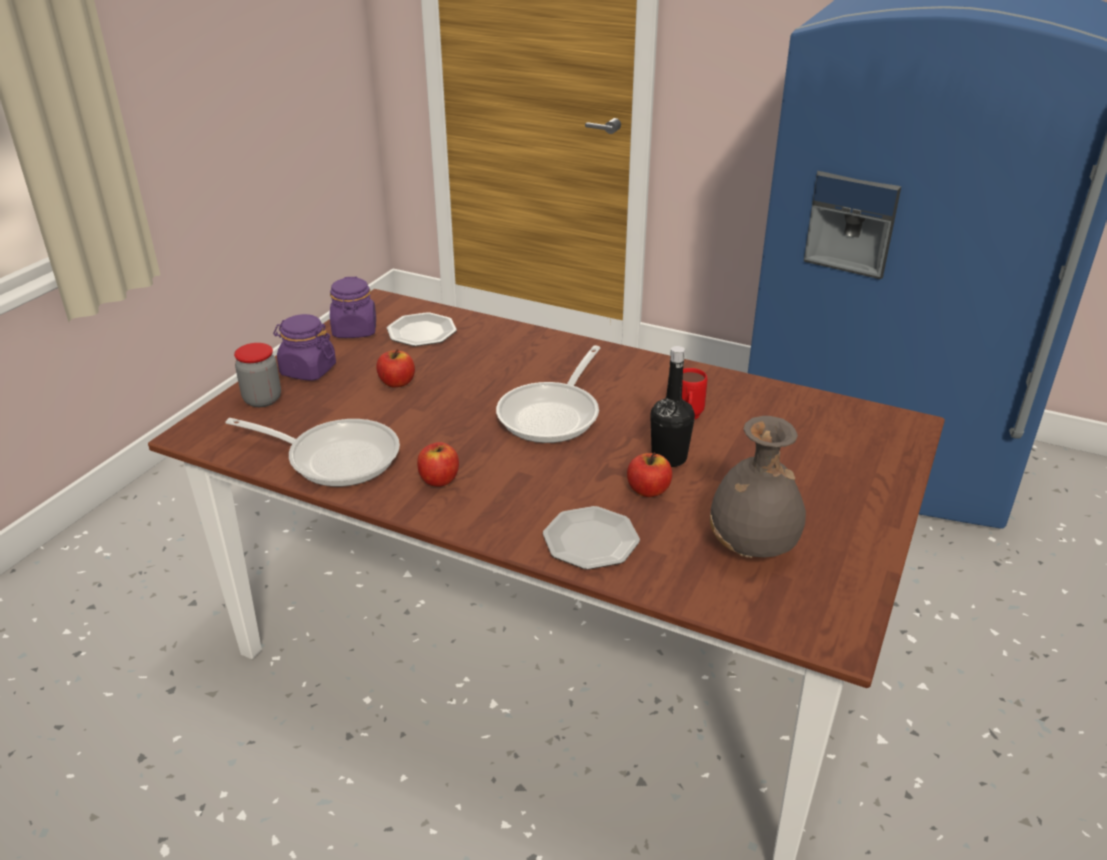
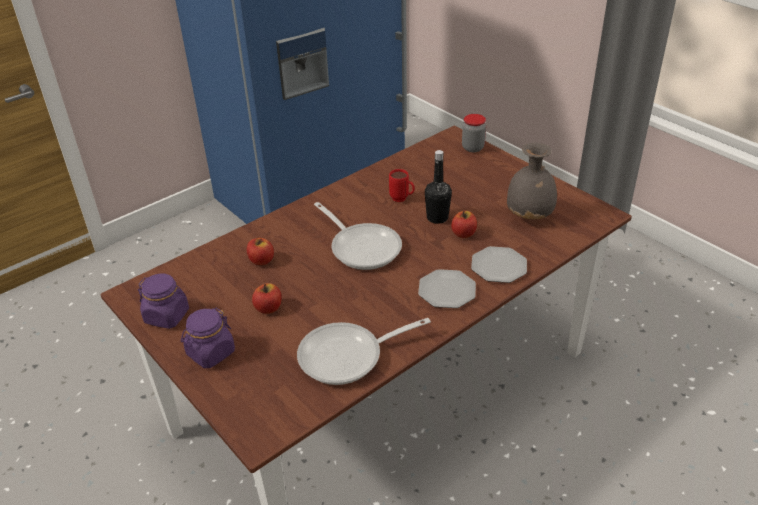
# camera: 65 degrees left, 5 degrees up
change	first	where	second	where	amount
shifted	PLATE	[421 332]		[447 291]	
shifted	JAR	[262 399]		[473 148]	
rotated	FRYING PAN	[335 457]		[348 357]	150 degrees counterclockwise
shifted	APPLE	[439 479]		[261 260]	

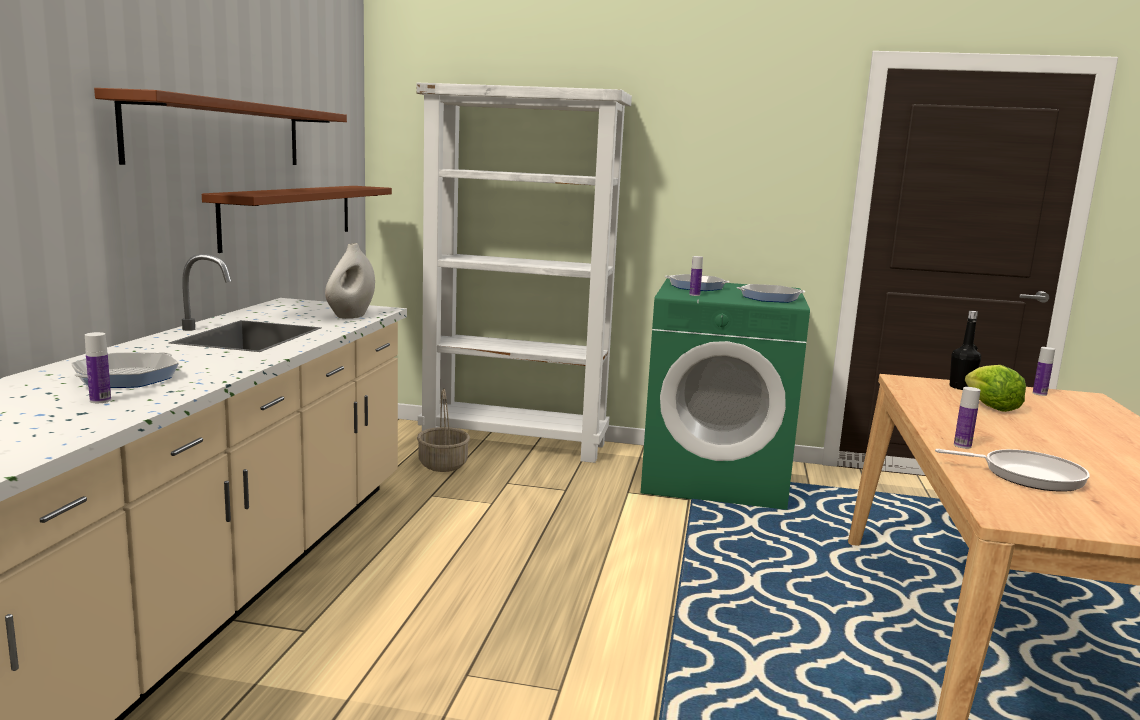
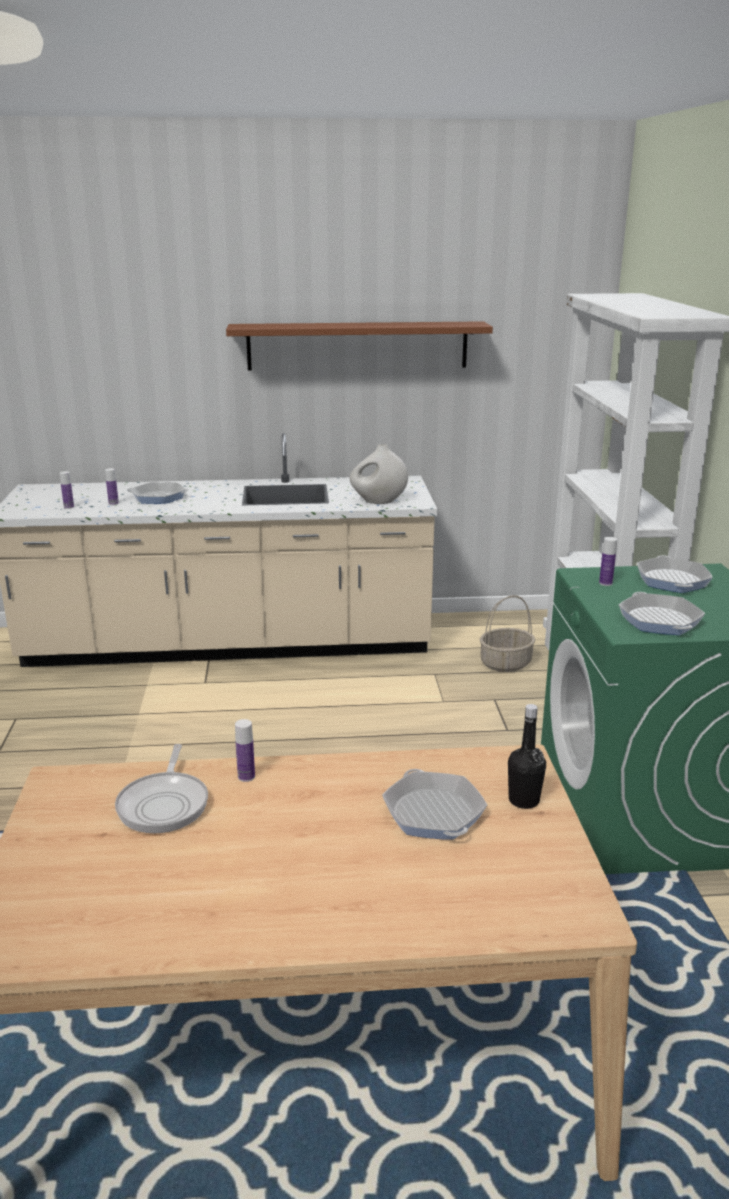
# camera: 75 degrees right, 10 degrees up
change	first	where	second	where	amount
gone	BROWNISH SHELF	[290 214]			
shifted	DRINK BOTTLE	[1039 394]		[69 507]	
swapped	LETTUCE HEAD	[990 406]	FRYING PAN	[433 813]	

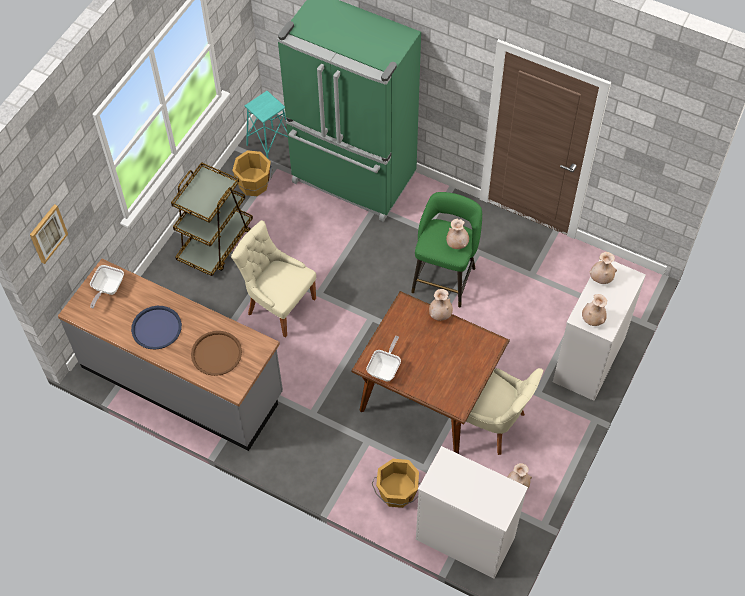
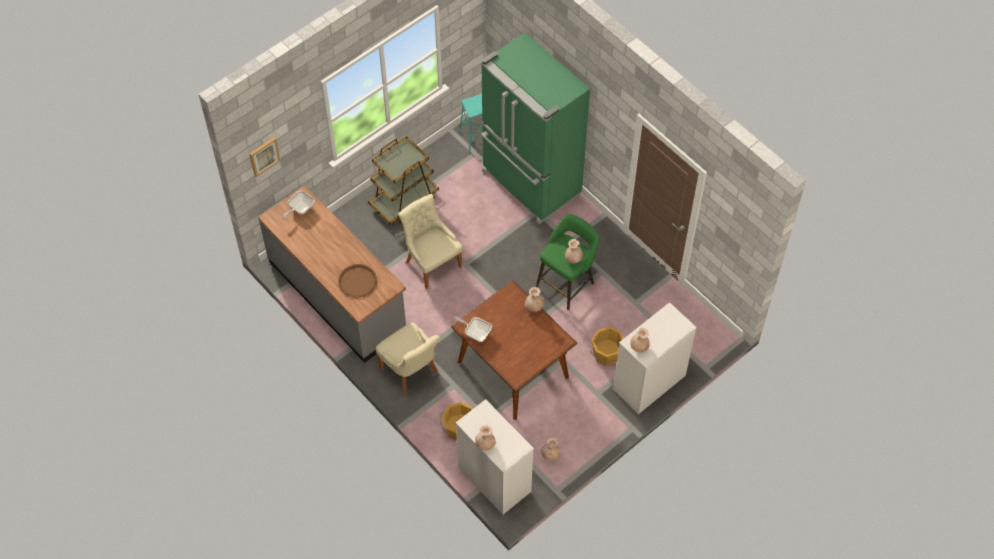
# camera: 20 degrees right, 0 degrees up
change	first	where	second	where	amount
shifted	ORANGE-COLOURED PAIL	[254 185]		[606 355]	
shifted	SAND-COLOURED FLOWER VASE	[601 278]		[485 444]	
gone	BLUISH SERVING TRAY	[156 328]			
rotated	FRYING PAN	[385 368]		[476 333]	105 degrees counterclockwise
shifted	SAND-COLOURED CHAIR	[492 424]		[410 371]	

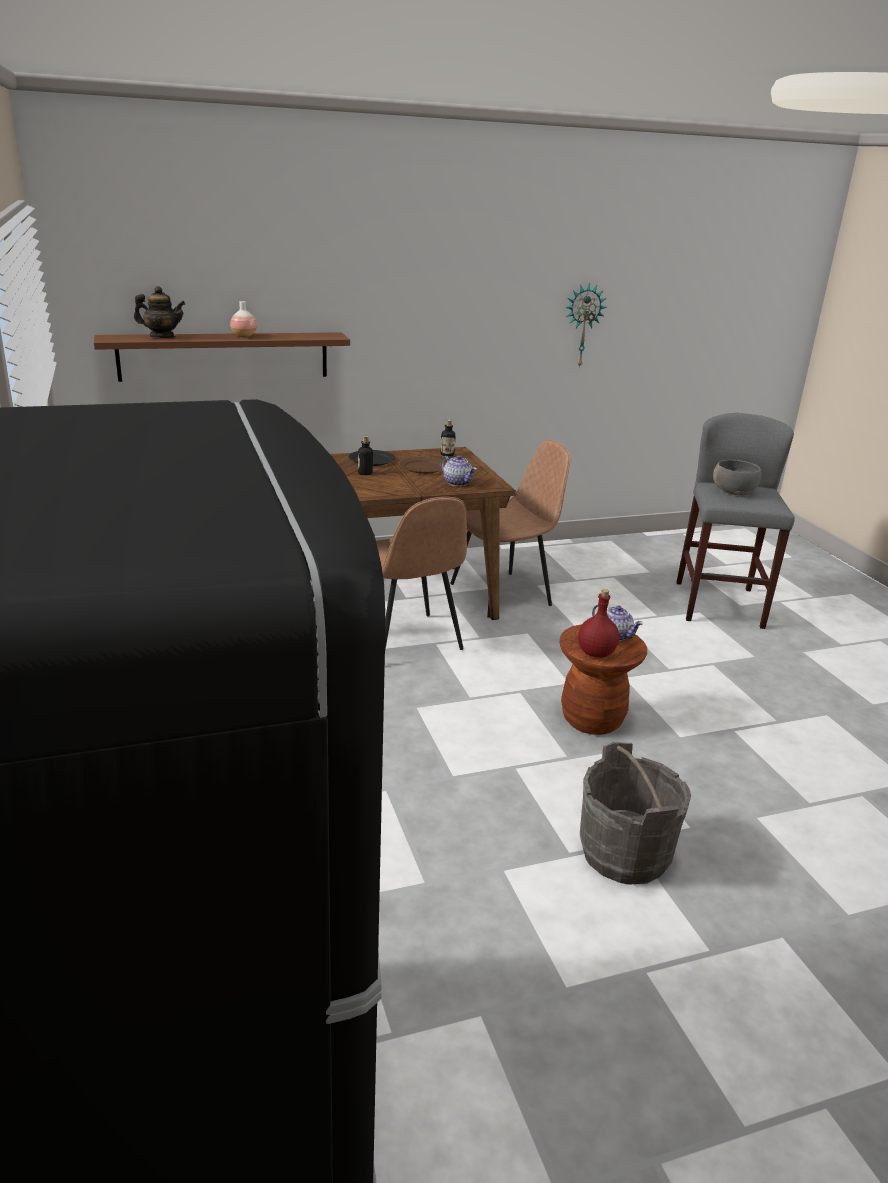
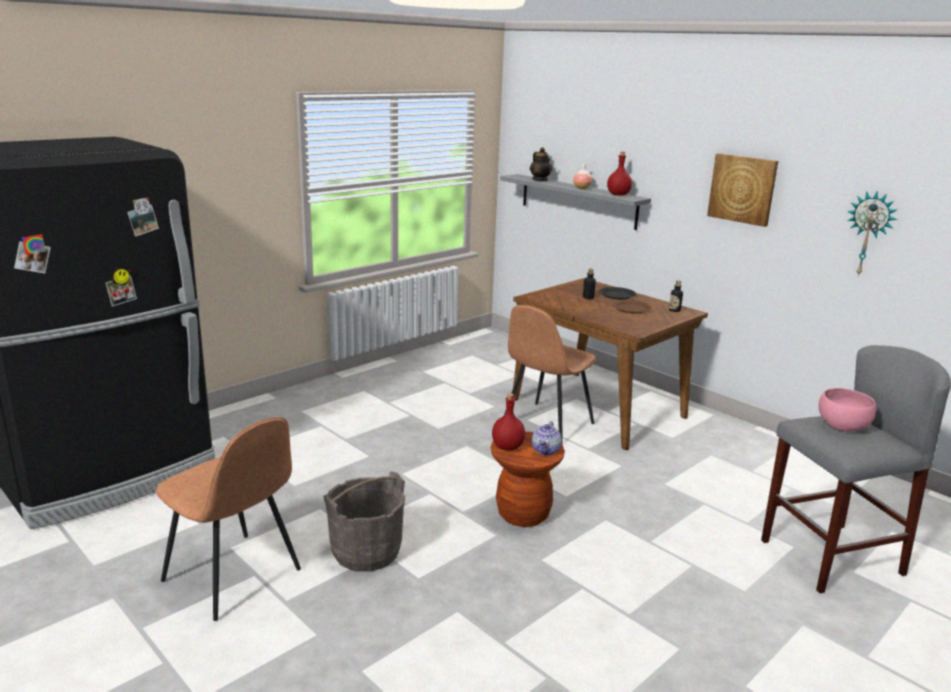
# camera: 65 degrees right, 5 degrees down
change	first	where	second	where	amount
repainted	BROWNISH SHELF	[224 356]	GREYISH SHELF	[578 201]	
shifted	BROWNISH CHAIR	[503 594]		[234 577]	
gone	TEAPOT	[458 483]			
repainted	GREYISH SERVING BOWL	[733 492]	PINK SERVING BOWL	[842 426]	
new			RED DRINK BOTTLE	[618 195]	
new			WALL ART	[742 189]	

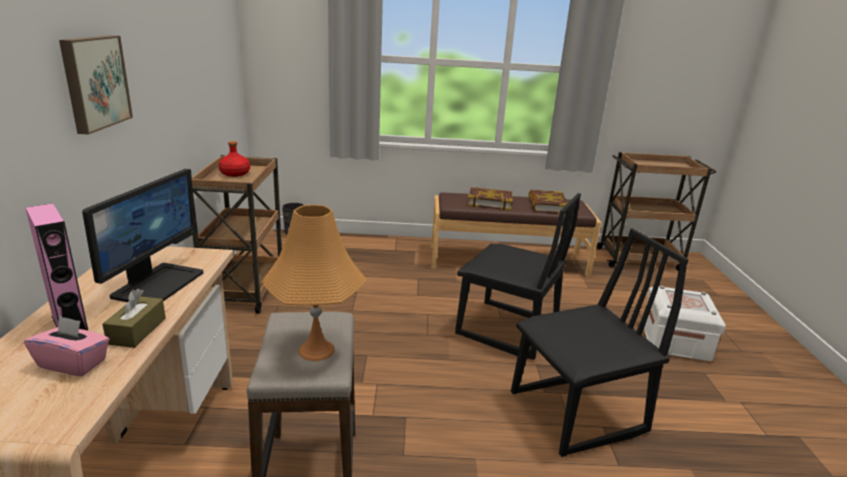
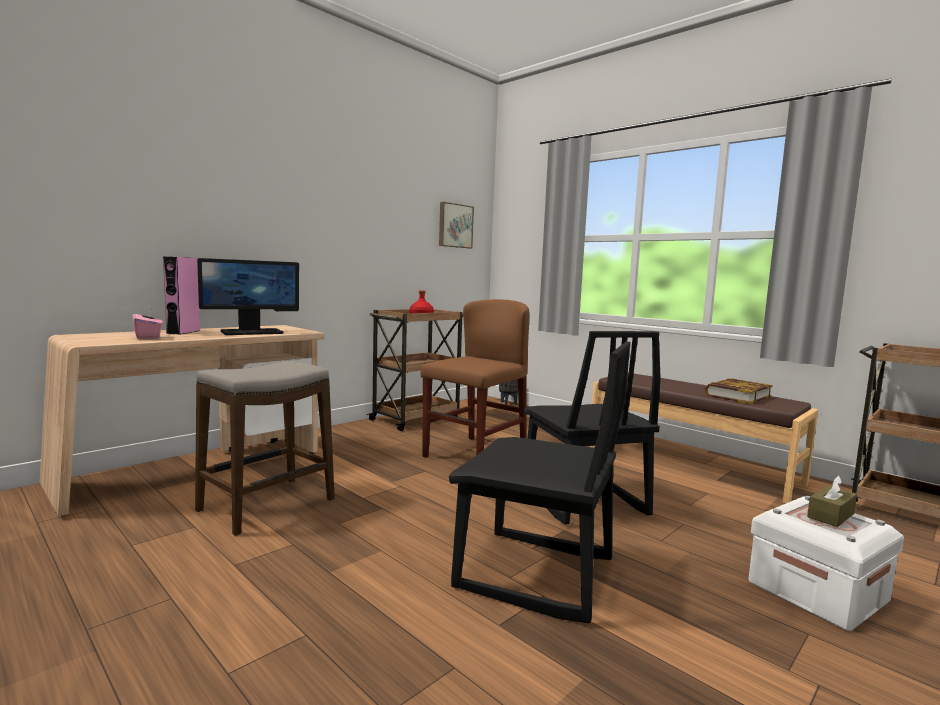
# camera: 45 degrees right, 15 degrees down
change	first	where	second	where	amount
shifted	WALL ART	[94 82]		[454 226]	
gone	BOOK	[489 202]			
gone	ORANGE-COLOURED LAMP FOR A TABLE	[316 350]			
shifted	BROWNISH BOX OF TISSUES	[137 331]		[830 515]	
new			BROWNISH CHAIR	[475 454]	

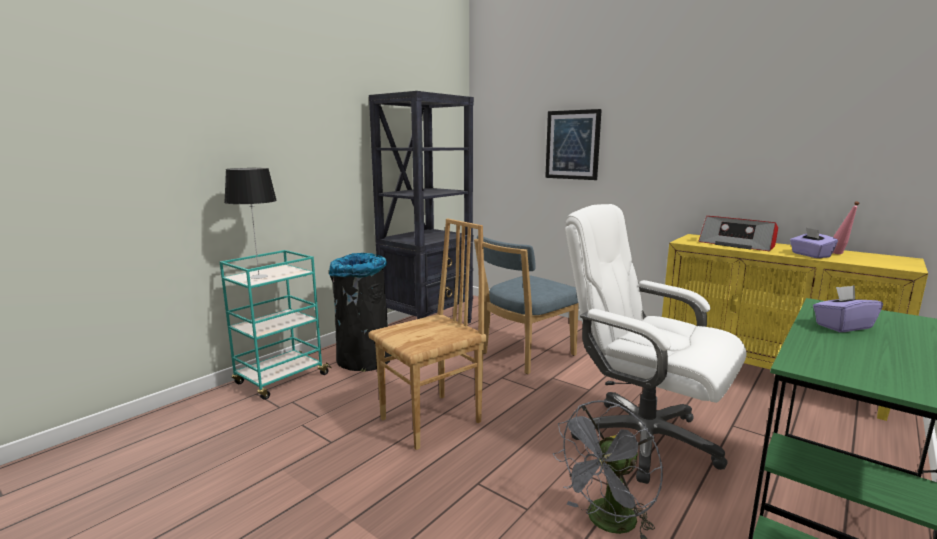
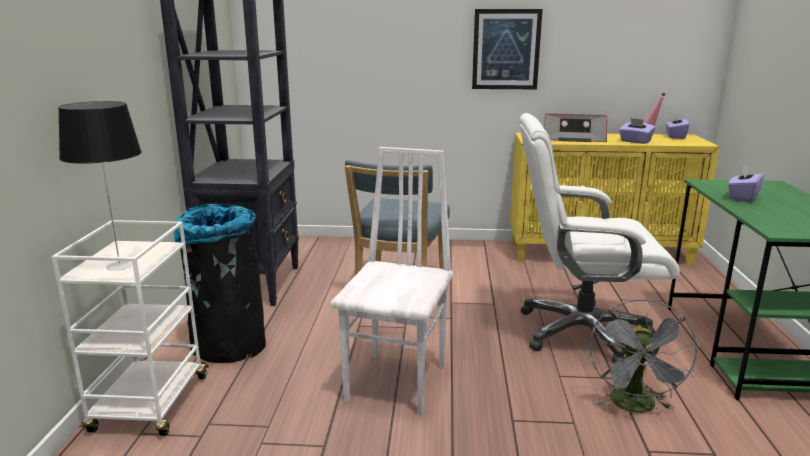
# camera: 35 degrees left, 5 degrees up
change	first	where	second	where	amount
shifted	WALL ART	[572 145]		[506 49]	
repainted	BROWNISH CHAIR	[432 421]	WHITISH CHAIR	[398 382]	
repainted	TURQUOISE-COLOURED TROLLEY	[280 380]	WHITISH TROLLEY	[150 405]	
new			PURPLE-COLOURED BOX OF TISSUES	[675 136]	

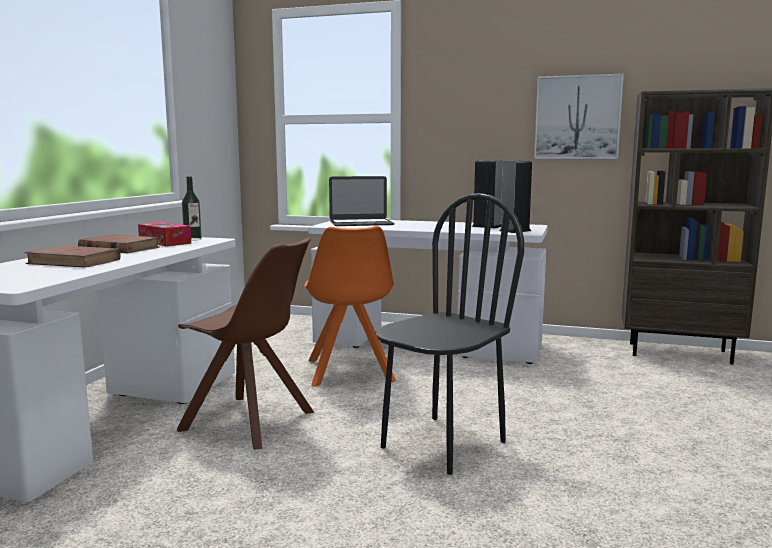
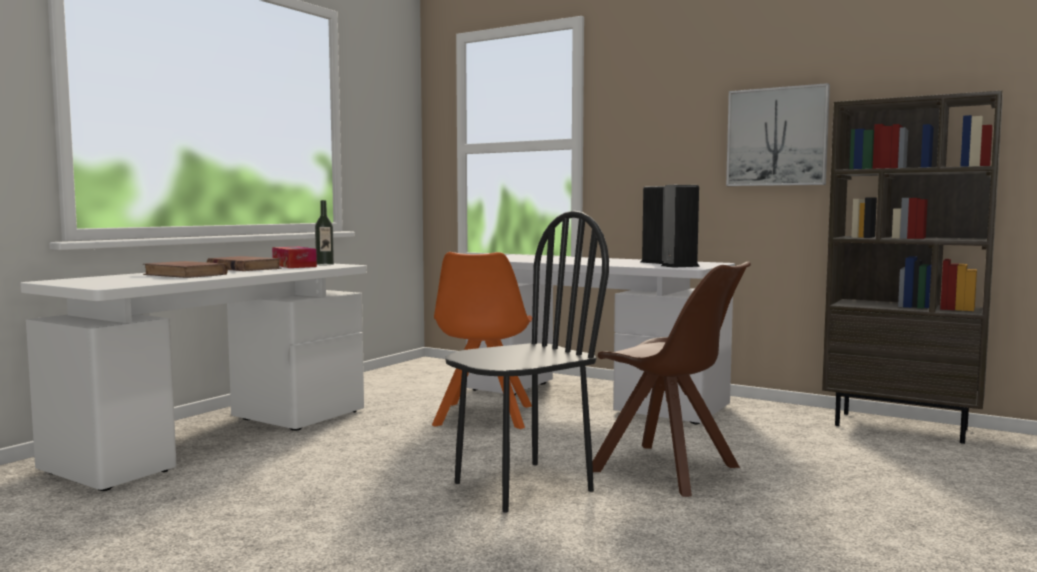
# camera: 15 degrees right, 5 degrees down
change	first	where	second	where	amount
gone	PORTABLE COMPUTER	[361 223]			
shifted	BROWNISH CHAIR	[250 422]		[668 471]	

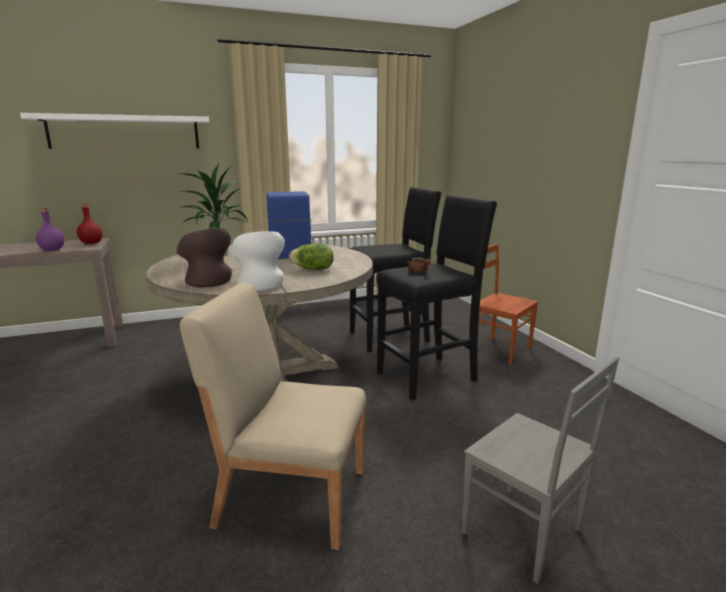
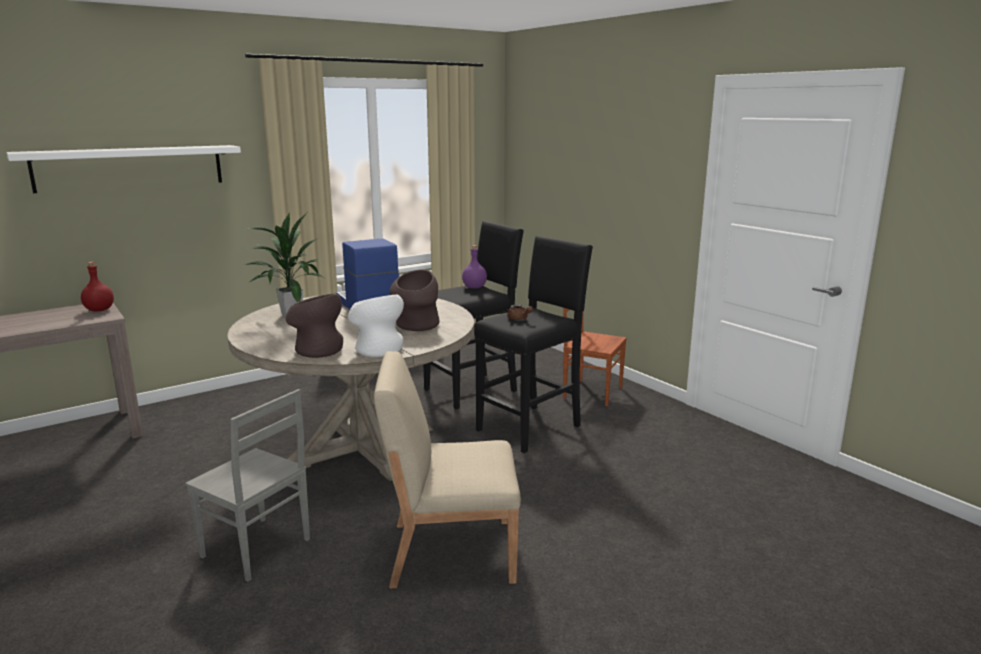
# camera: 15 degrees left, 0 degrees up
change	first	where	second	where	amount
shifted	PURPLE-COLOURED DRINK BOTTLE	[52 250]		[474 287]	
swapped	LETTUCE HEAD	[313 269]	BROWNISH FLOWER VASE	[416 326]	
shifted	GREYISH CHAIR	[522 533]		[256 549]	

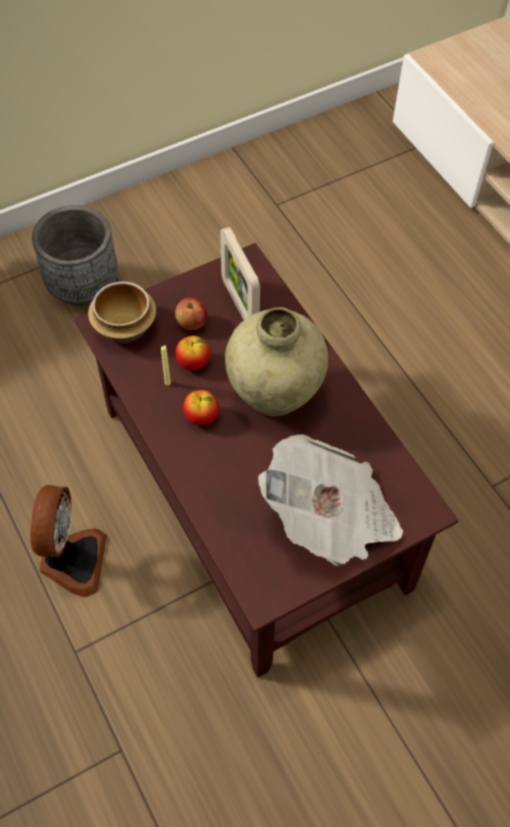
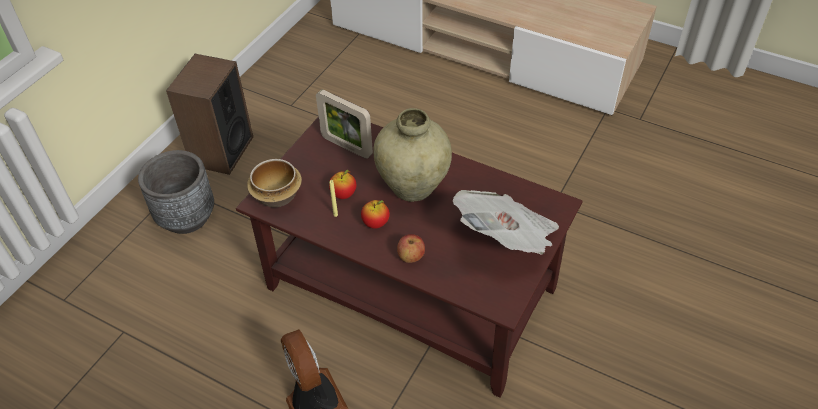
# camera: 30 degrees left, 10 degrees down
change	first	where	second	where	amount
shifted	APPLE	[192 323]		[411 257]	
new			SPEAKER	[221 151]	

